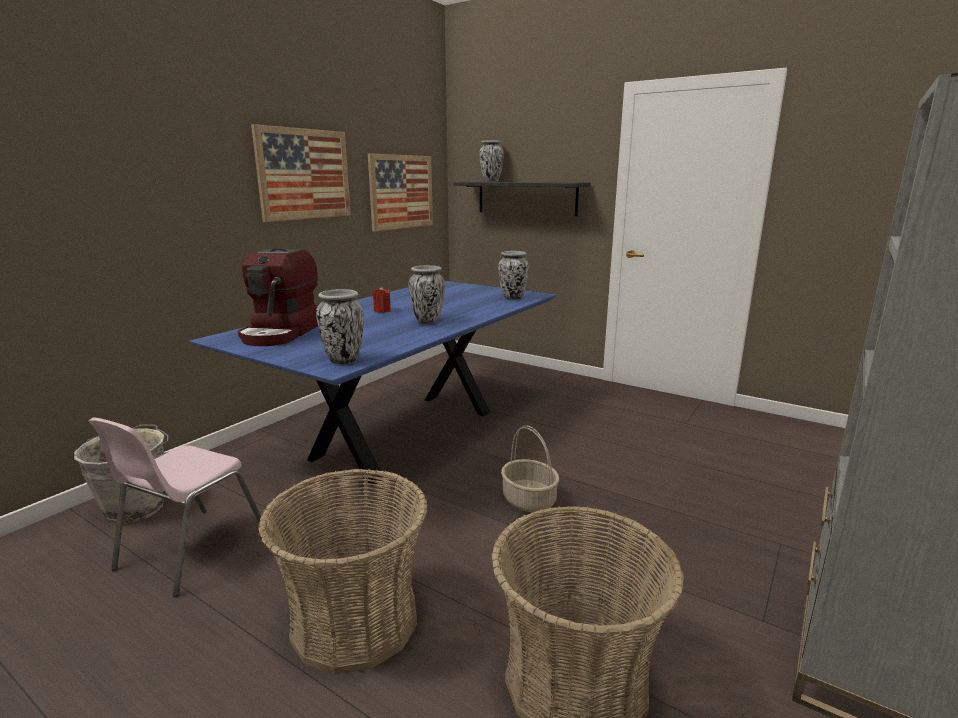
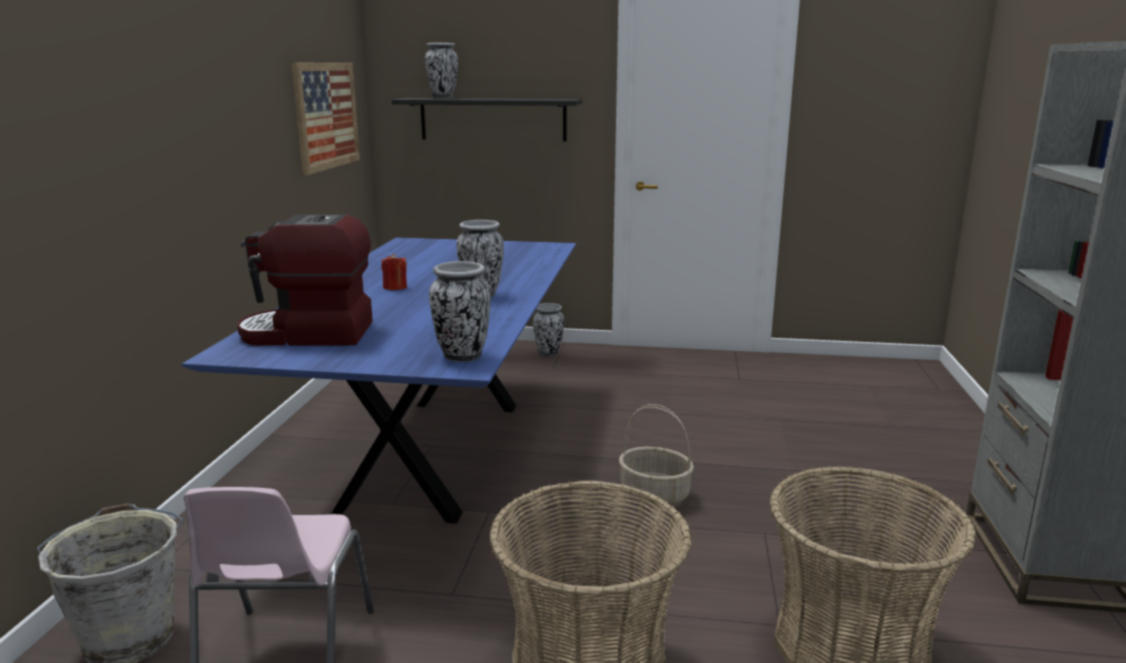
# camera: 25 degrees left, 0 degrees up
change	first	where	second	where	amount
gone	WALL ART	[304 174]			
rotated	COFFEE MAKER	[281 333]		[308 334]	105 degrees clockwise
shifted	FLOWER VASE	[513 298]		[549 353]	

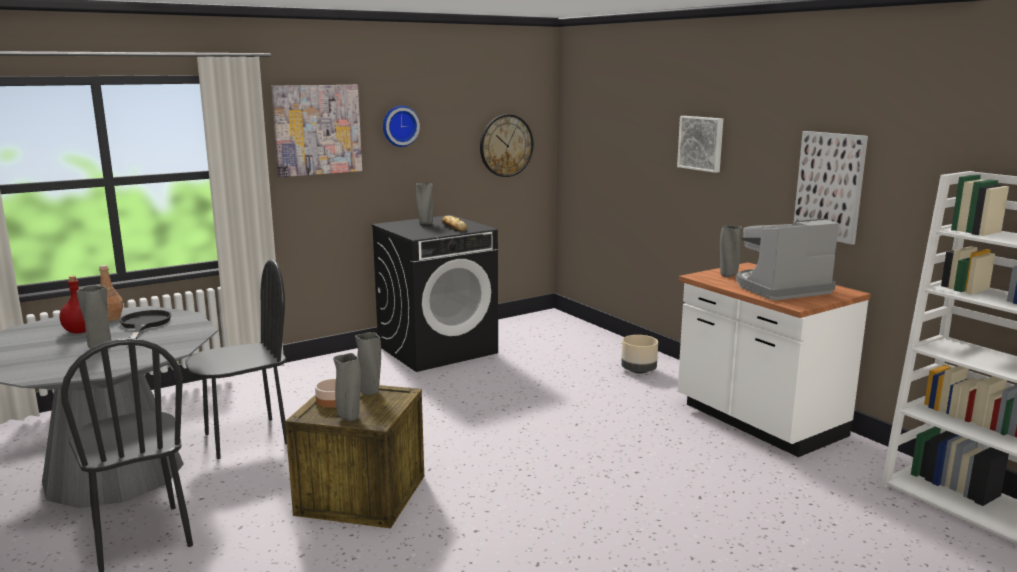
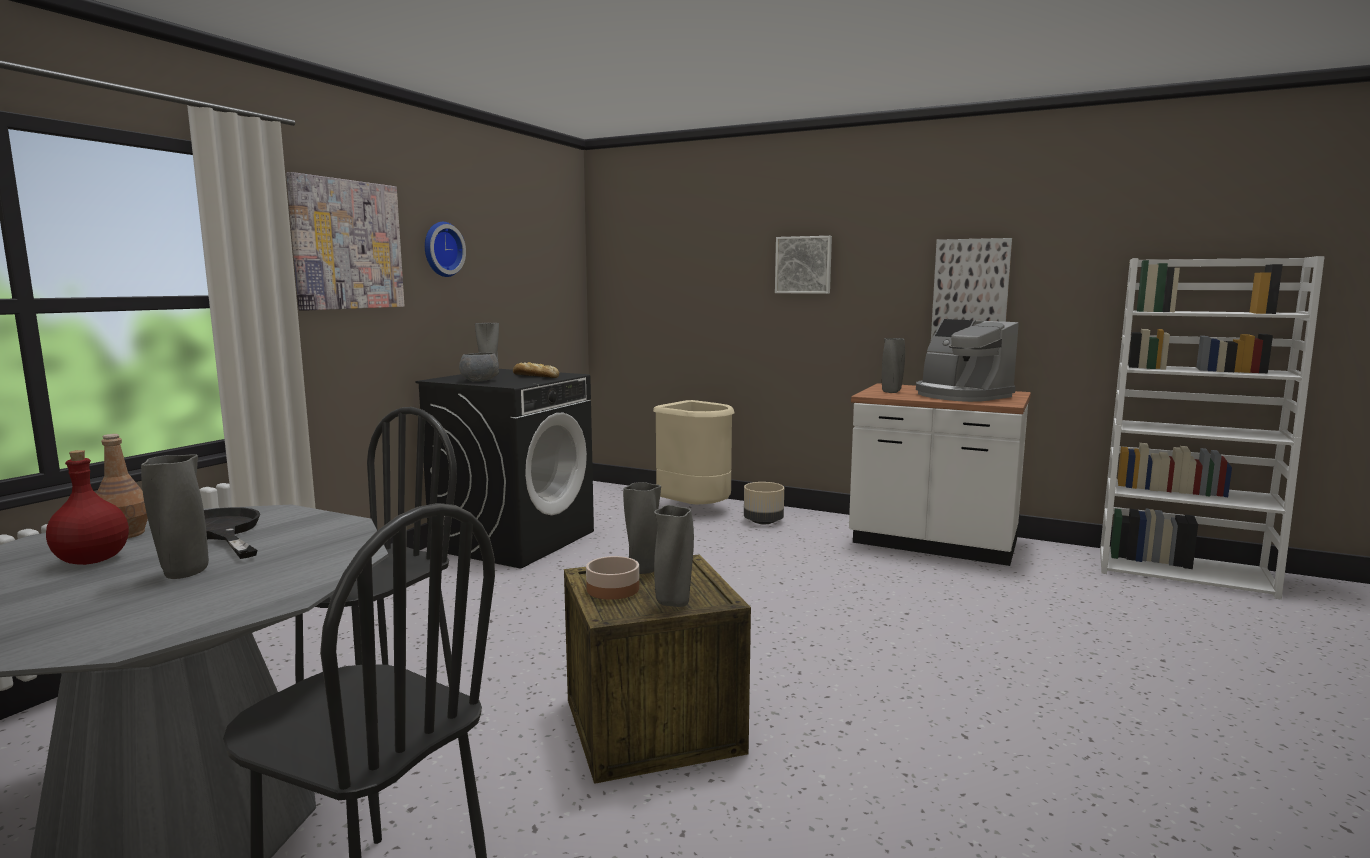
# camera: 30 degrees left, 5 degrees down
change	first	where	second	where	amount
gone	CLOCK ON THE WALL	[506 145]			
rotated	COFFEE MAKER	[781 288]		[960 395]	75 degrees counterclockwise
new			GREYISH SERVING BOWL	[479 381]	
new			SAND-COLOURED RUBBISH BIN	[695 510]	

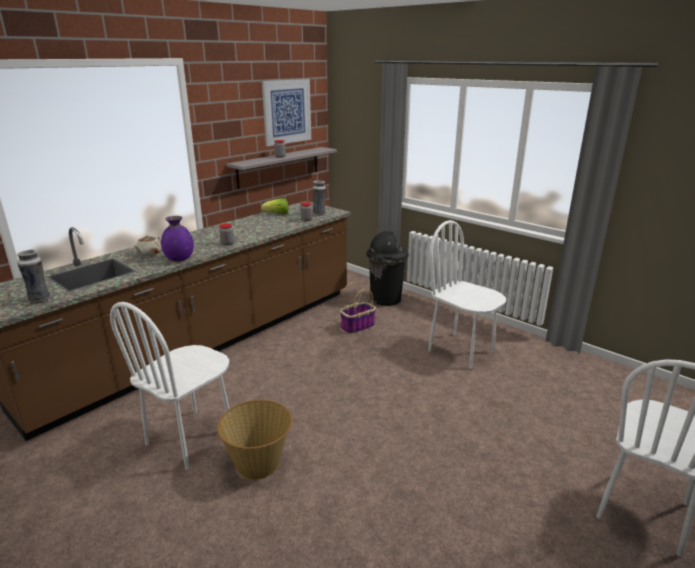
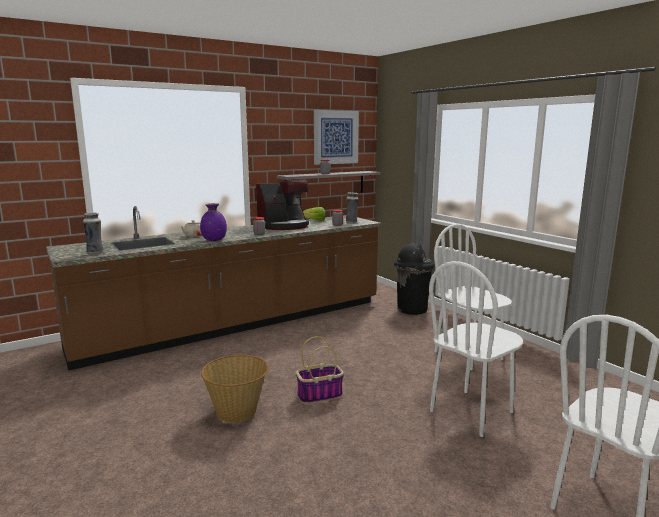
# camera: 15 degrees right, 10 degrees down
change	first	where	second	where	amount
shifted	HOUSEHOLD BASKET	[358 326]		[320 395]	
shifted	WHITISH CHAIR	[190 438]		[472 412]	
new			COFFEE MAKER	[283 226]	

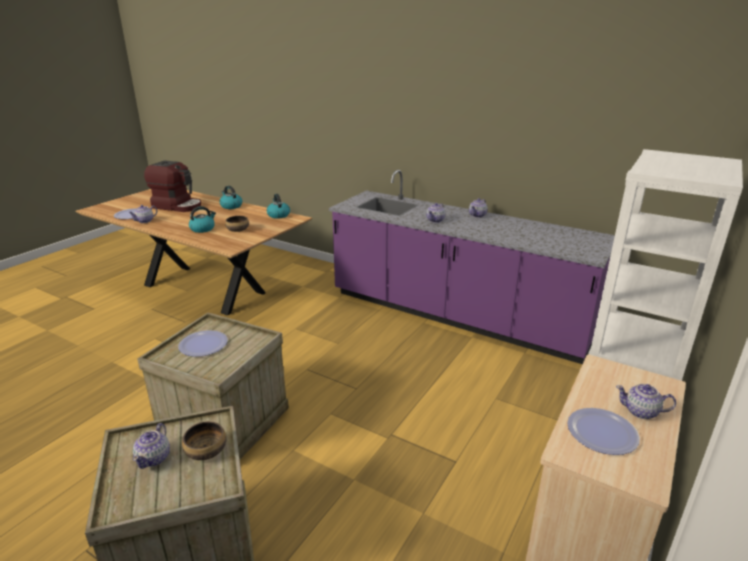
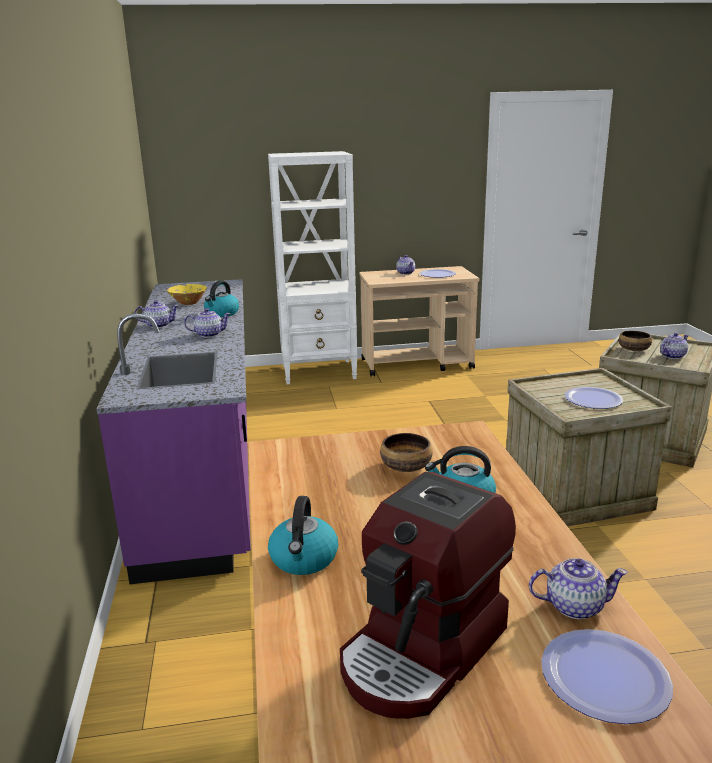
# camera: 130 degrees left, 5 degrees down
change	first	where	second	where	amount
rotated	COFFEE MAKER	[178 206]		[424 651]	120 degrees counterclockwise
shifted	WATER KETTLE	[278 215]		[222 313]	
new			YELLOWISH SERVING BOWL	[188 303]	

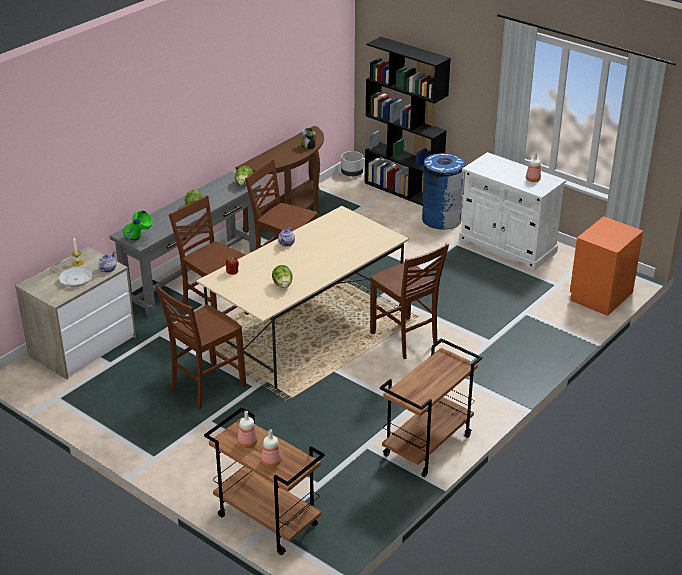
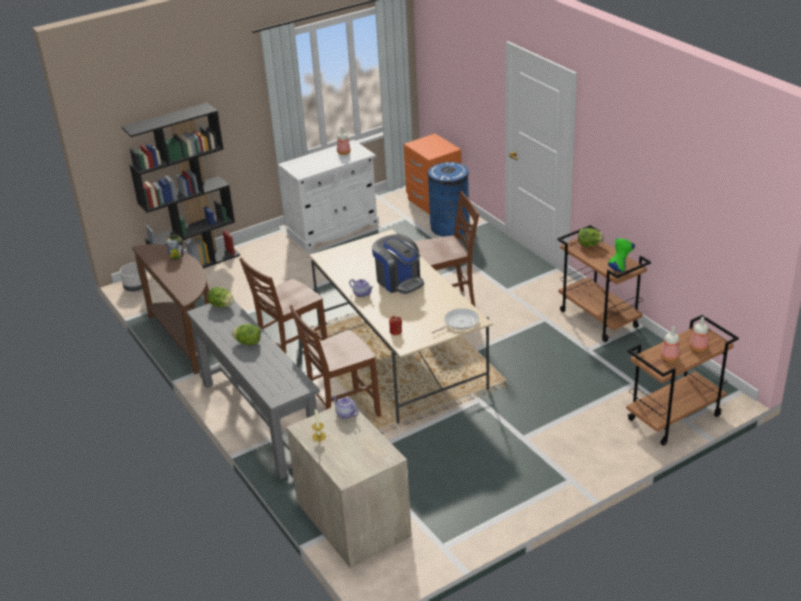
# camera: 70 degrees left, 0 degrees up
change	first	where	second	where	amount
shifted	BLUISH RUBBISH BIN	[441 219]		[449 227]	
shifted	GREEN FLOWER VASE	[139 239]		[620 268]	
shifted	FRYING PAN	[74 278]		[459 323]	
shifted	LETTUCE HEAD	[283 285]		[589 245]	
gone	BROWNISH CHAIR	[206 387]			
new			COFFEE MAKER	[399 281]	

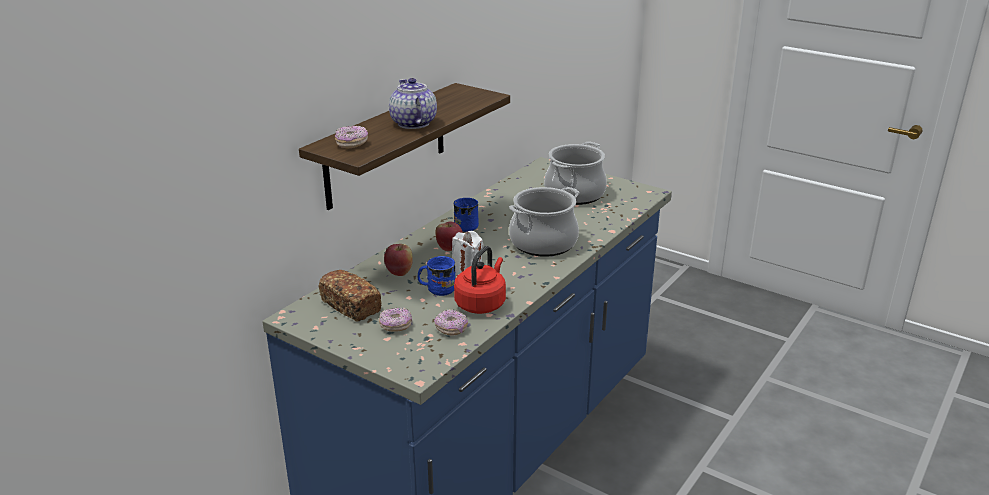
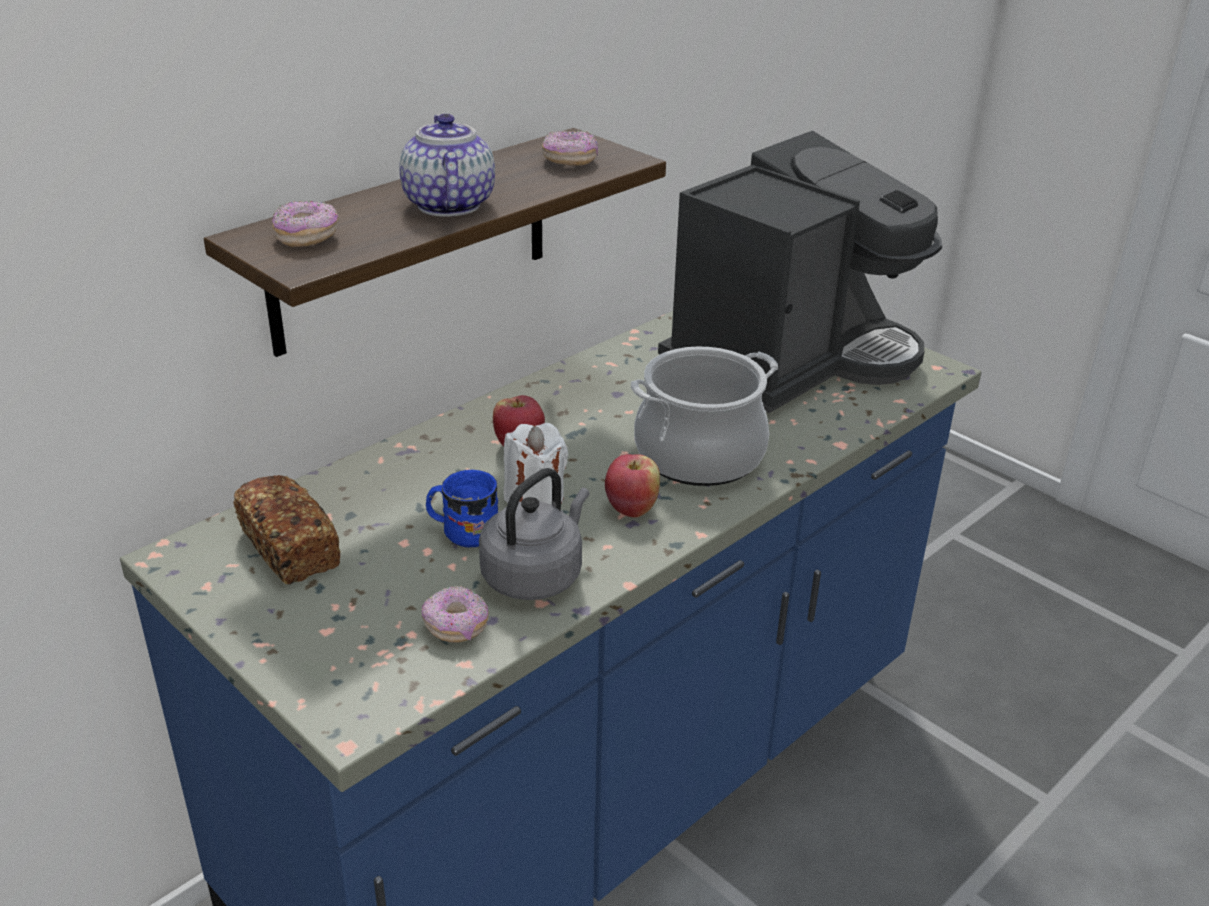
# camera: 10 degrees right, 5 degrees up
change	first	where	second	where	amount
swapped	SAUCEPOT	[574 194]	COFFEE MAKER	[791 357]	
gone	BLUISH TEA MUG	[467 225]			
shifted	APPLE	[399 272]		[631 508]	
repainted	RED WATER KETTLE	[481 303]	GREYISH WATER KETTLE	[535 575]	
shifted	DONUT	[395 326]		[569 161]	

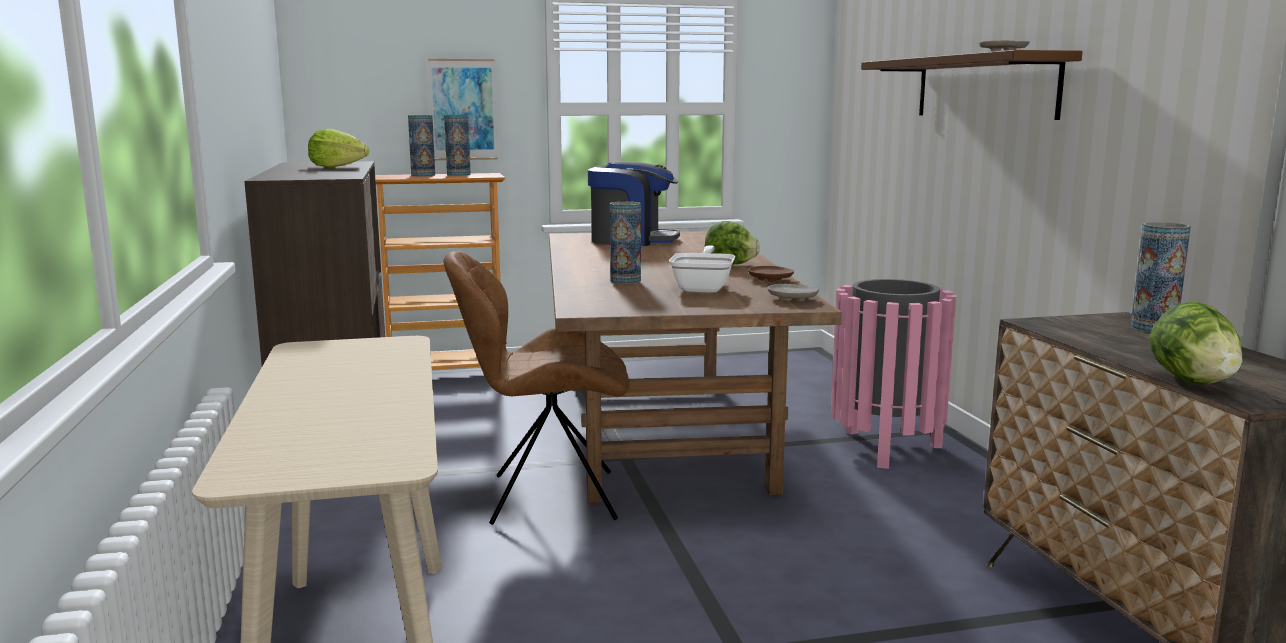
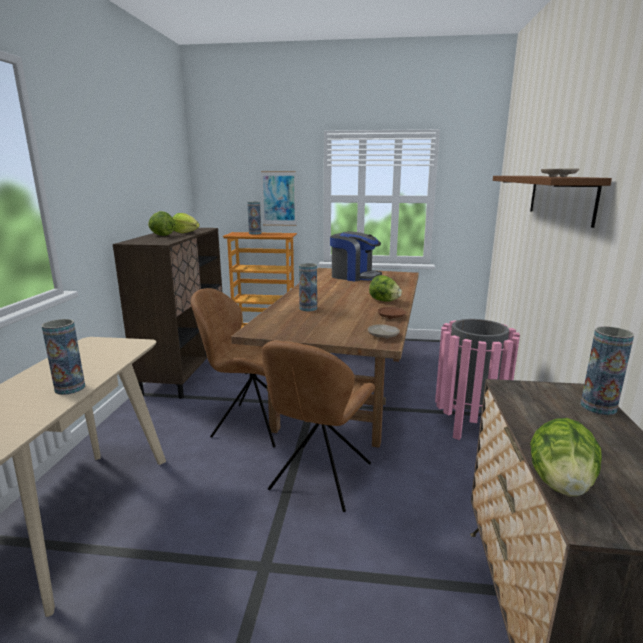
# camera: 20 degrees right, 5 degrees up
change	first	where	second	where	amount
shifted	FLOWER VASE	[458 174]		[70 388]	
gone	FRYING PAN	[703 288]			
new			LETTUCE HEAD	[162 235]	
new			BROWNISH CHAIR	[319 479]	

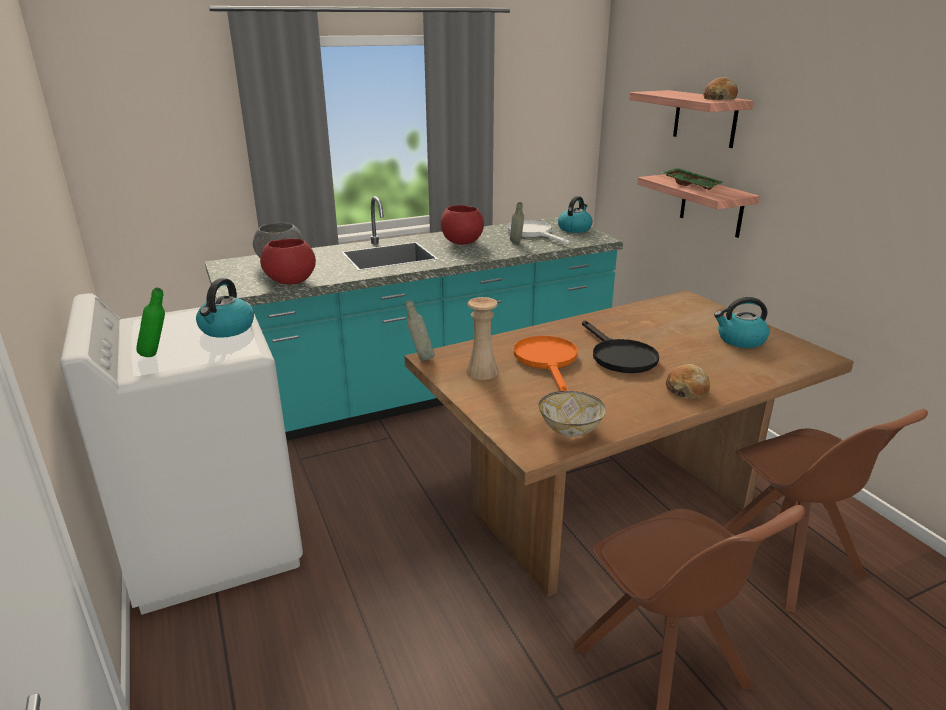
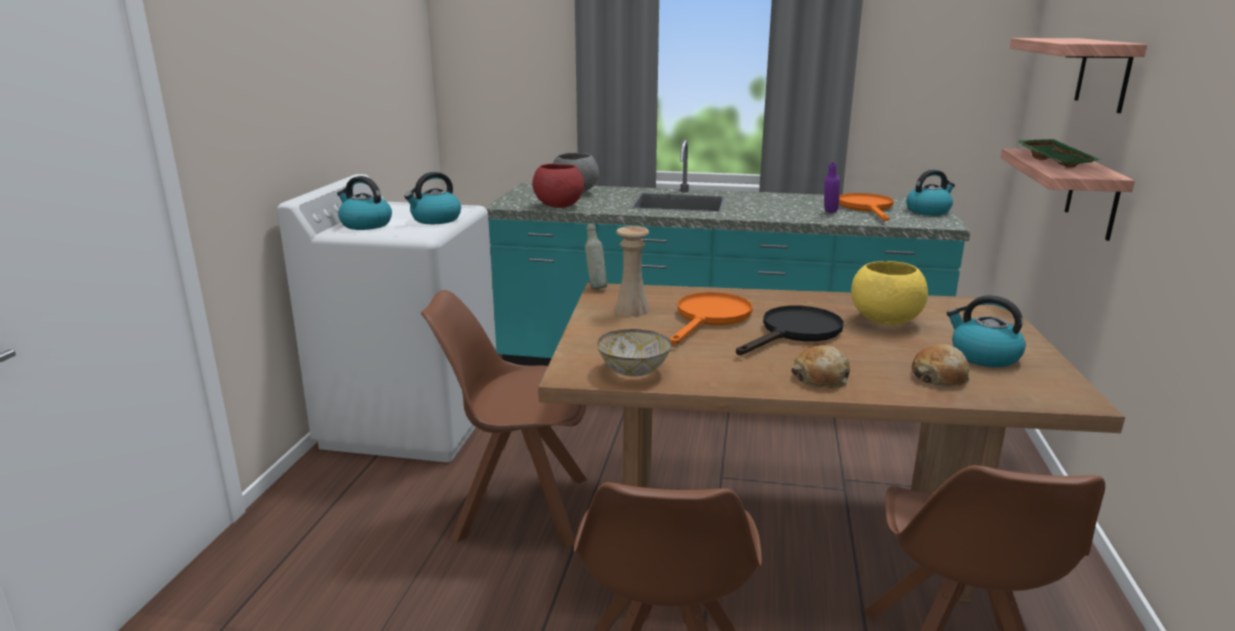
# camera: 35 degrees right, 5 degrees down
change	first	where	second	where	amount
shifted	BAKERY BREAD	[719 98]		[939 376]	
repainted	GREYISH DRINK BOTTLE	[516 243]	PURPLE-COLOURED DRINK BOTTLE	[829 213]	
gone	RED SERVING BOWL	[462 243]			
repainted	WHITISH FRYING PAN	[533 233]	ORANGE-COLOURED FRYING PAN	[867 208]	
swapped	GREEN DRINK BOTTLE	[157 355]	WATER KETTLE	[365 224]	
rotated	BLACKISH FRYING PAN	[619 356]		[795 332]	150 degrees counterclockwise
new			YELLOWISH SERVING BOWL	[884 321]	
new			BROWNISH CHAIR	[518 508]	

